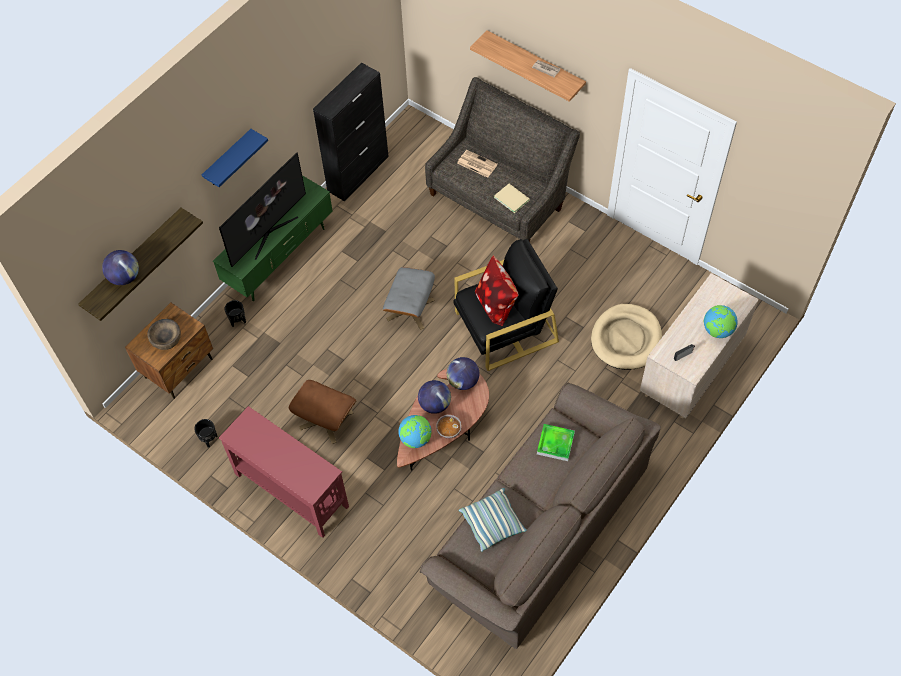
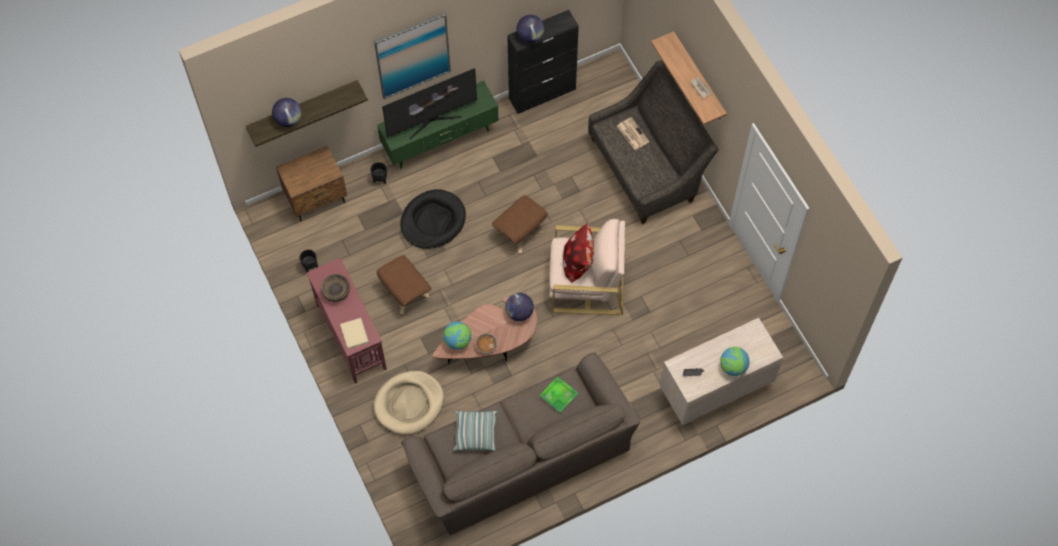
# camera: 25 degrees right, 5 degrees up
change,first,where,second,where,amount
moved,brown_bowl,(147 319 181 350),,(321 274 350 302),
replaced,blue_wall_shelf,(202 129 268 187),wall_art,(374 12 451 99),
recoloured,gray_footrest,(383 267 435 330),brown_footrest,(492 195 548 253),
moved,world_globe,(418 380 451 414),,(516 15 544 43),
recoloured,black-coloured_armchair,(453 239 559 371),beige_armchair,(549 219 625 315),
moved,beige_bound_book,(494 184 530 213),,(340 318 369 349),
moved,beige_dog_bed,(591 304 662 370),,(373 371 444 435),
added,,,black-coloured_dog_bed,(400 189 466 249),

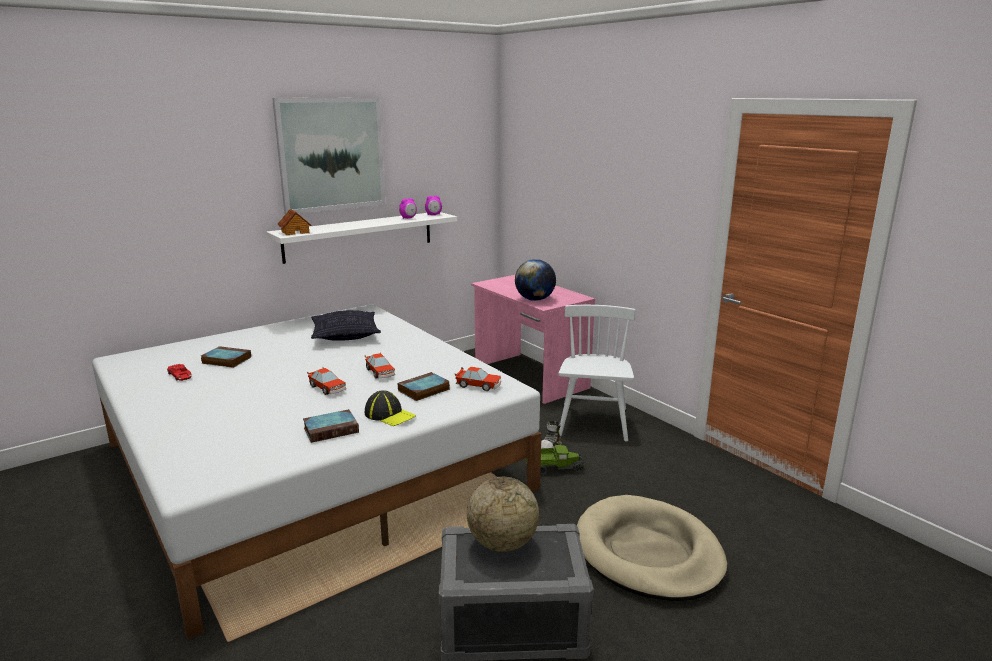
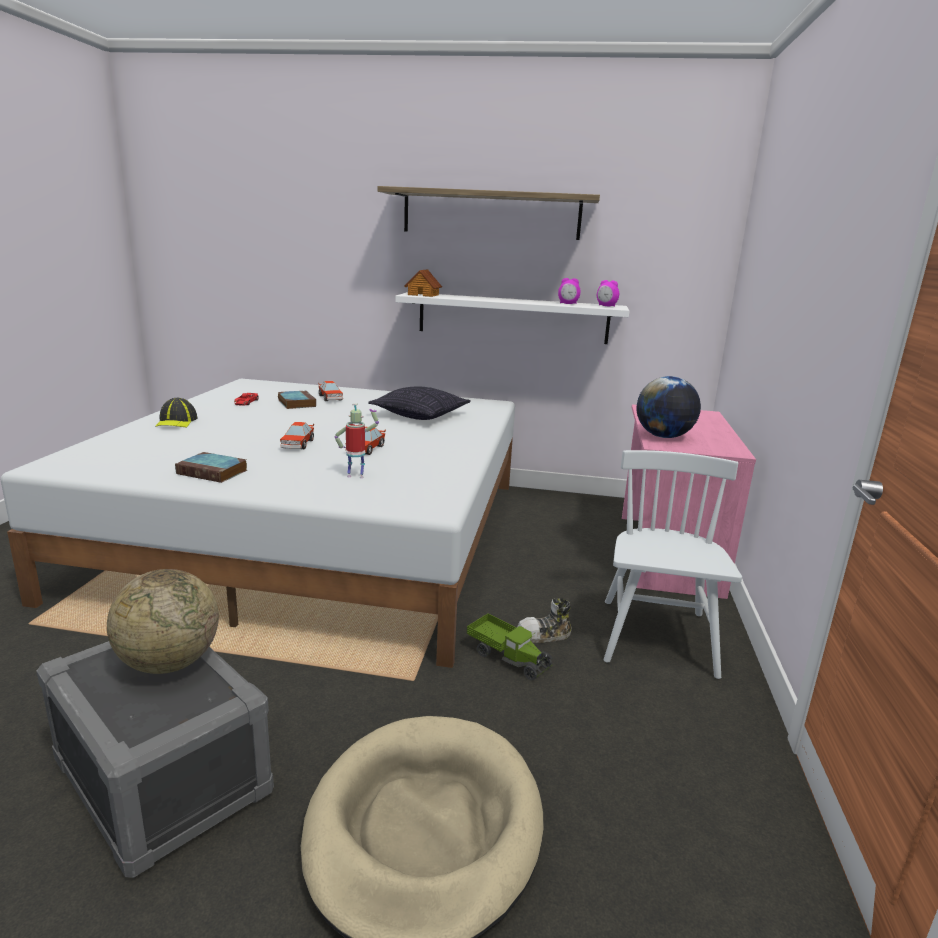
# camera: 45 degrees right, 0 degrees up
change,first,where,second,where,amount
replaced,wall_art,(272 97 385 214),wall_shelf,(378 186 600 240),
moved,cap,(365 390 416 426),,(155 398 197 428),
replaced,bound_book,(398 372 450 401),robot_figure,(335 403 379 478),
moved,toy_car,(455 367 501 391),,(318 381 343 401),
turned,white_upright_chair,(559 305 636 442),,(604 450 742 679),45 degrees counterclockwise

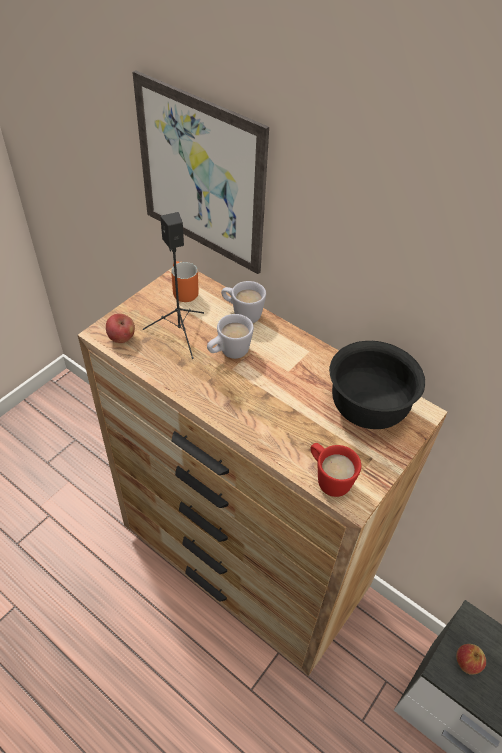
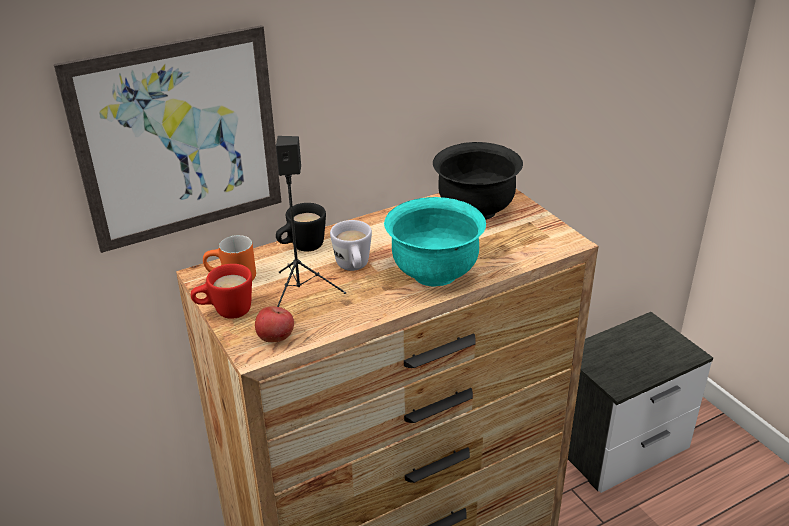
# camera: 65 degrees left, 15 degrees down
change,first,where,second,where,amount
recoloured,white_mug,(221 281 266 323),black-coloured_mug,(276 203 326 251),
moved,red-coloured_mug,(311 443 361 497),,(191 264 252 319),
removed,apple,(456 644 486 675),,,
added,,,blue-green_bowl,(384 197 486 287),

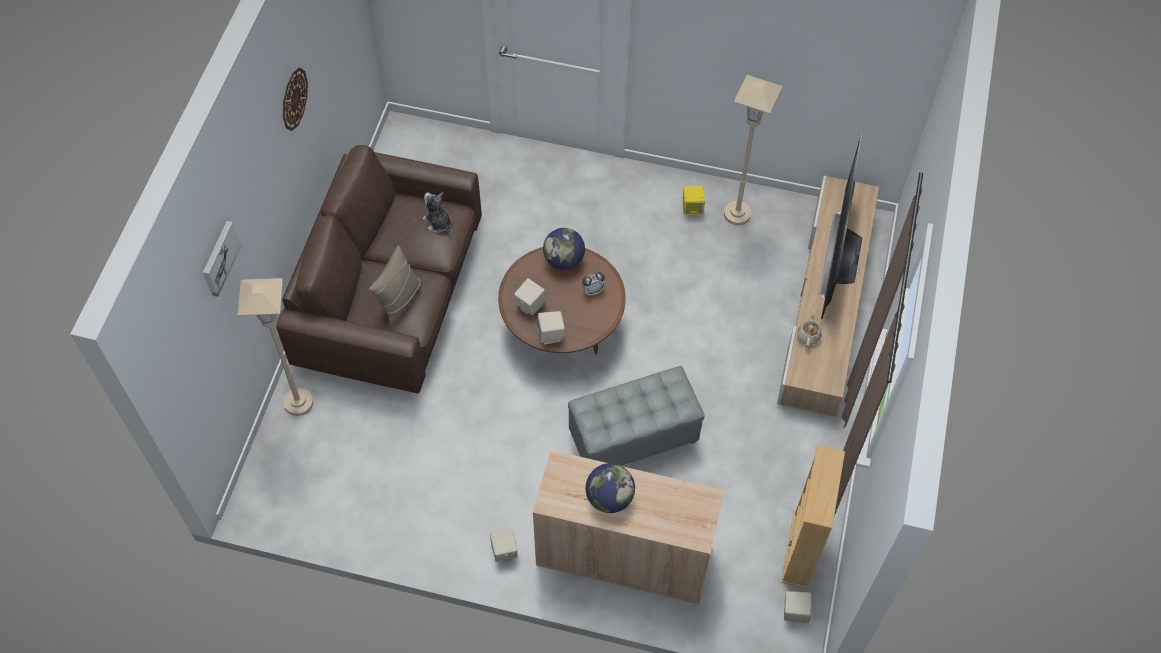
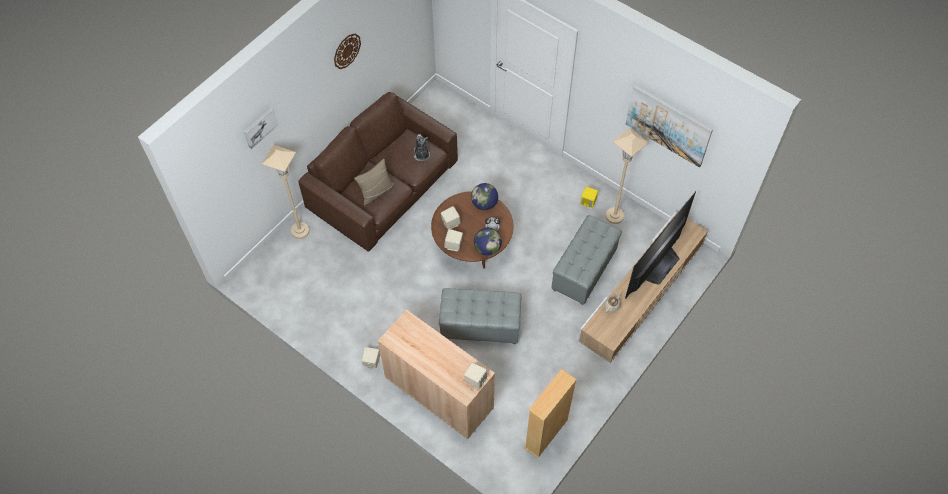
# camera: 25 degrees right, 0 degrees up
change,first,where,second,where,amount
moved,world_globe,(586 463 635 513),,(474 228 502 256),
moved,beige_audio_speaker,(784 591 812 624),,(464 363 488 389),
added,,,gray_footrest,(551 215 622 305),
added,,,wall_art,(626 85 713 167),

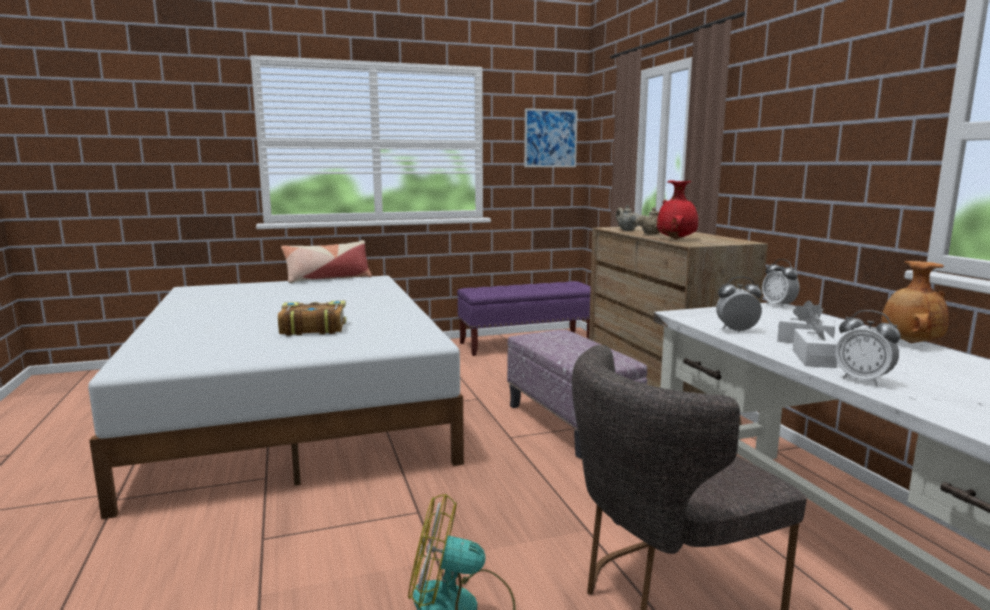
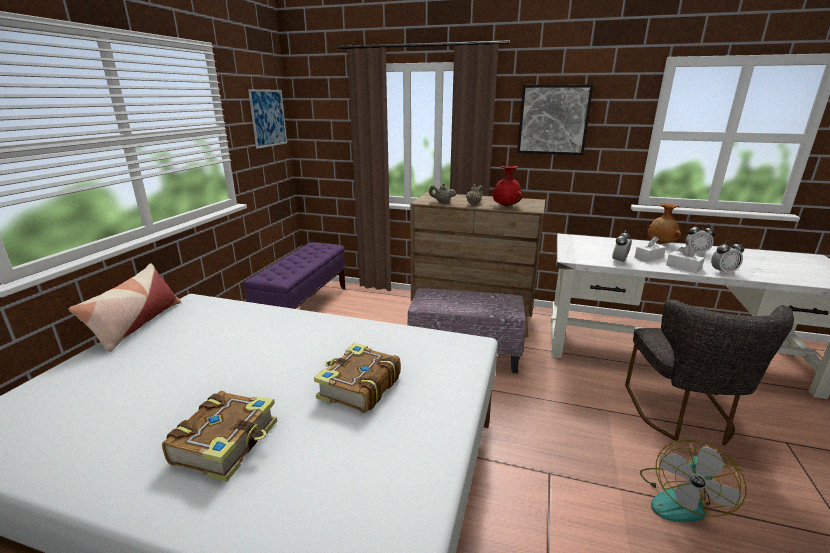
# camera: 55 degrees left, 10 degrees up
change,first,where,second,where,amount
moved,table_clock,(762 259 800 308),,(685 223 715 255),
added,,,bound_book,(162 391 277 482),
added,,,wall_art,(517 84 593 155),

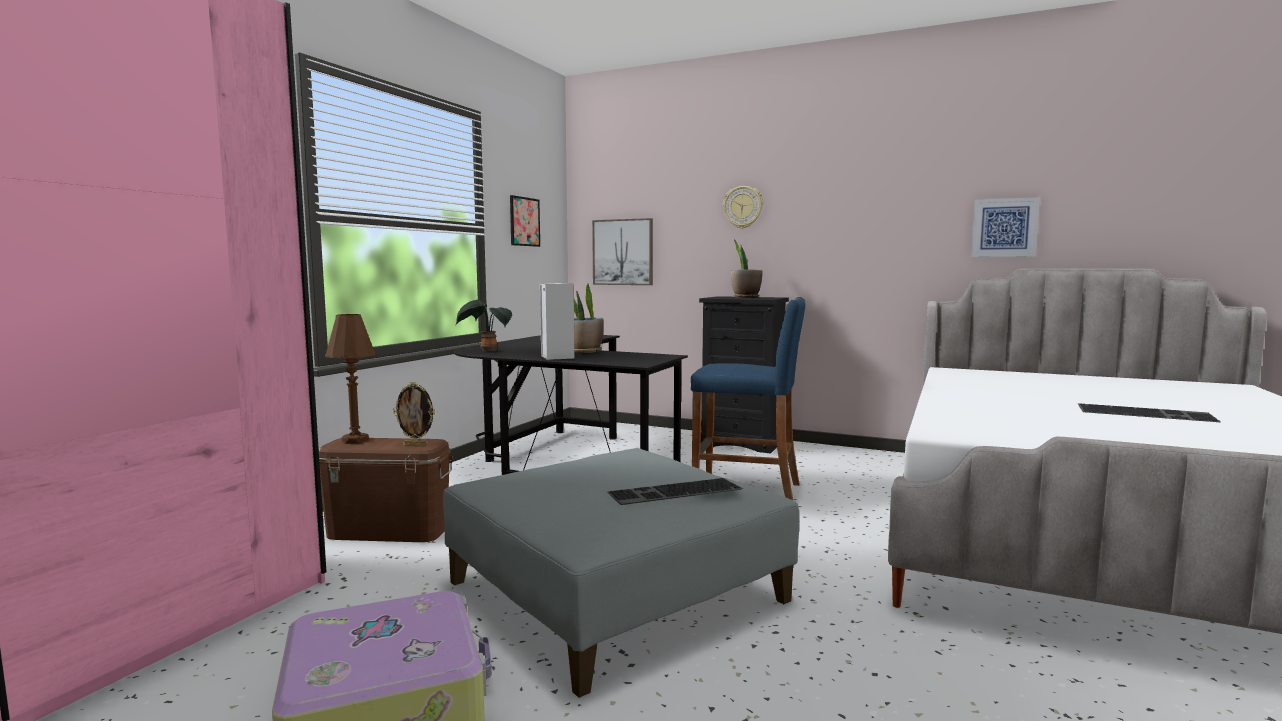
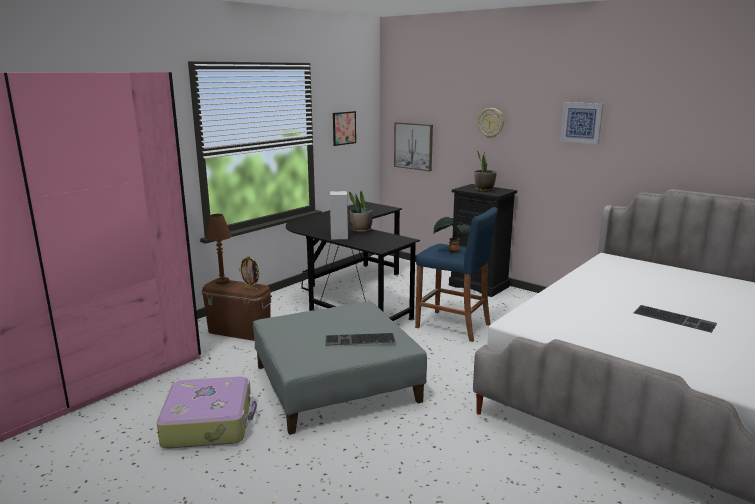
# camera: 15 degrees right, 10 degrees up
change,first,where,second,where,amount
moved,plant_in_a_pot,(456 300 512 351),,(433 217 470 253),
moved,wall_art,(971 197 1040 257),,(560 102 603 144),

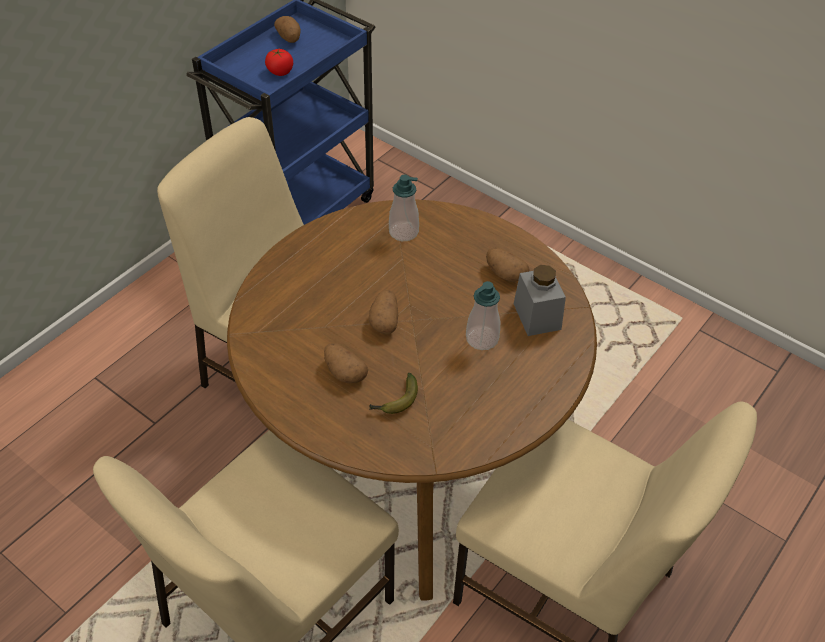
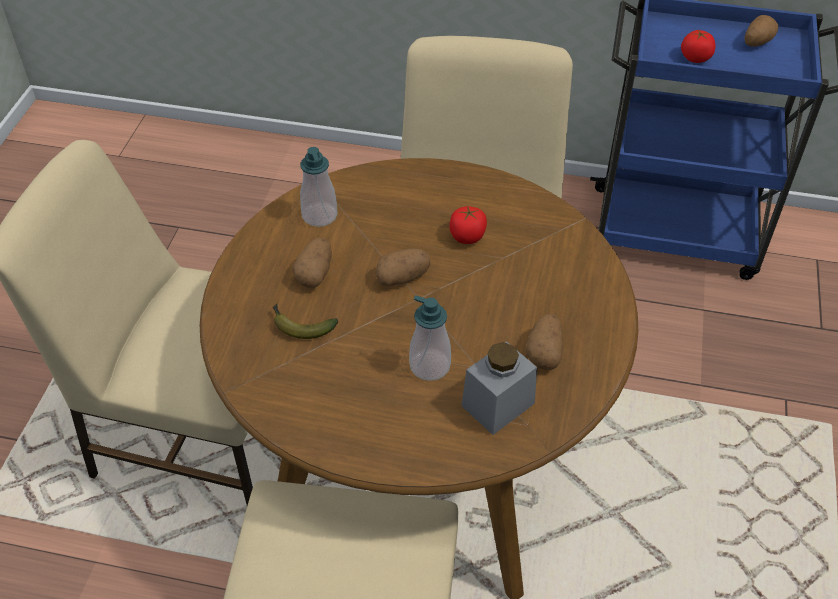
# camera: 65 degrees right, 0 degrees up
change,first,where,second,where,amount
moved,soap_dispenser,(389 175 419 241),,(300 147 338 227),
added,,,whole_tomato,(450 206 487 244),

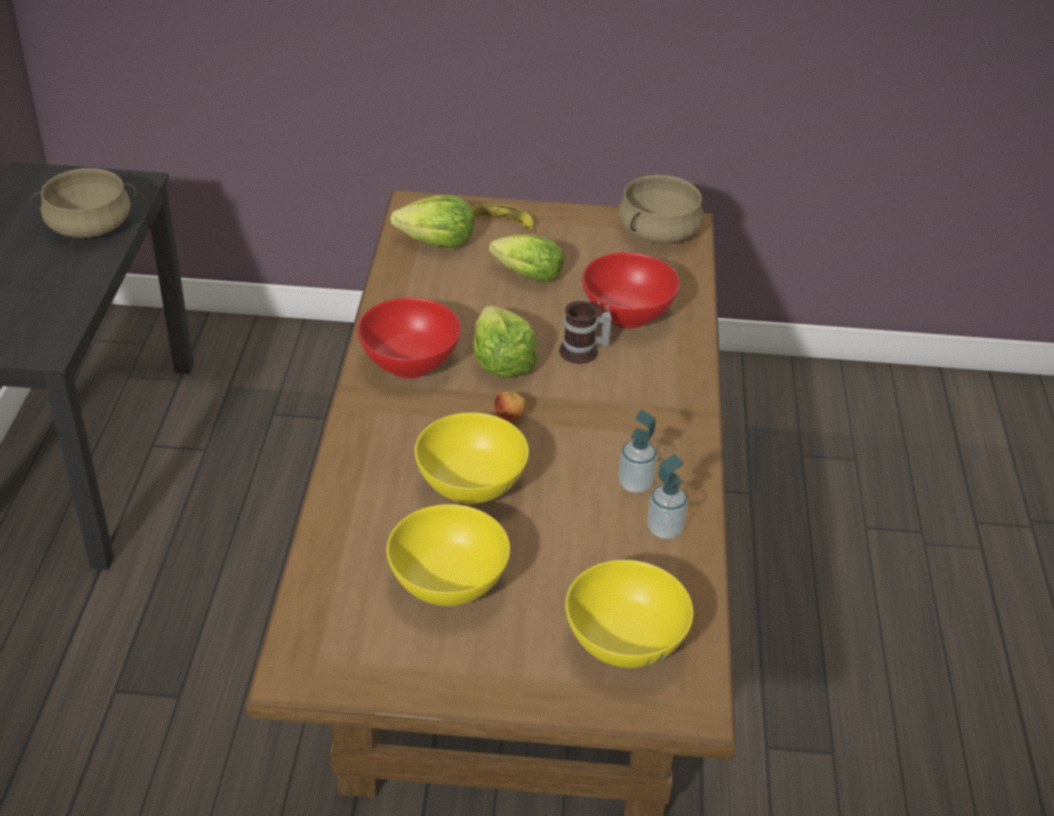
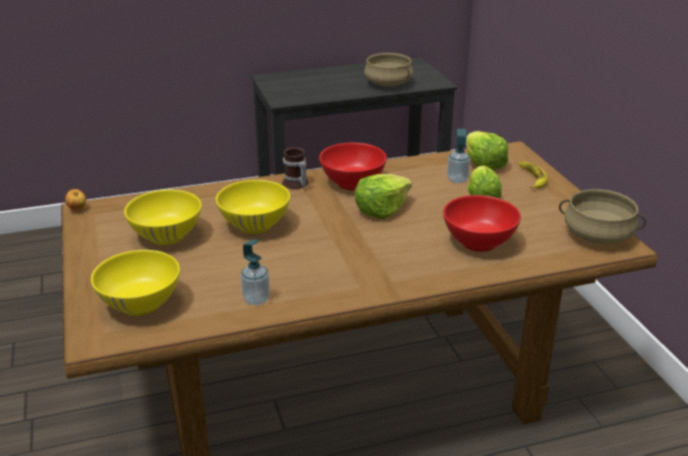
# camera: 70 degrees right, 10 degrees down
change,first,where,second,where,amount
moved,apple,(495 391 526 422),,(65 189 86 210),
moved,mug,(559 301 612 364),,(282 147 308 189),
moved,soap_dispenser,(618 410 657 493),,(447 129 470 183),

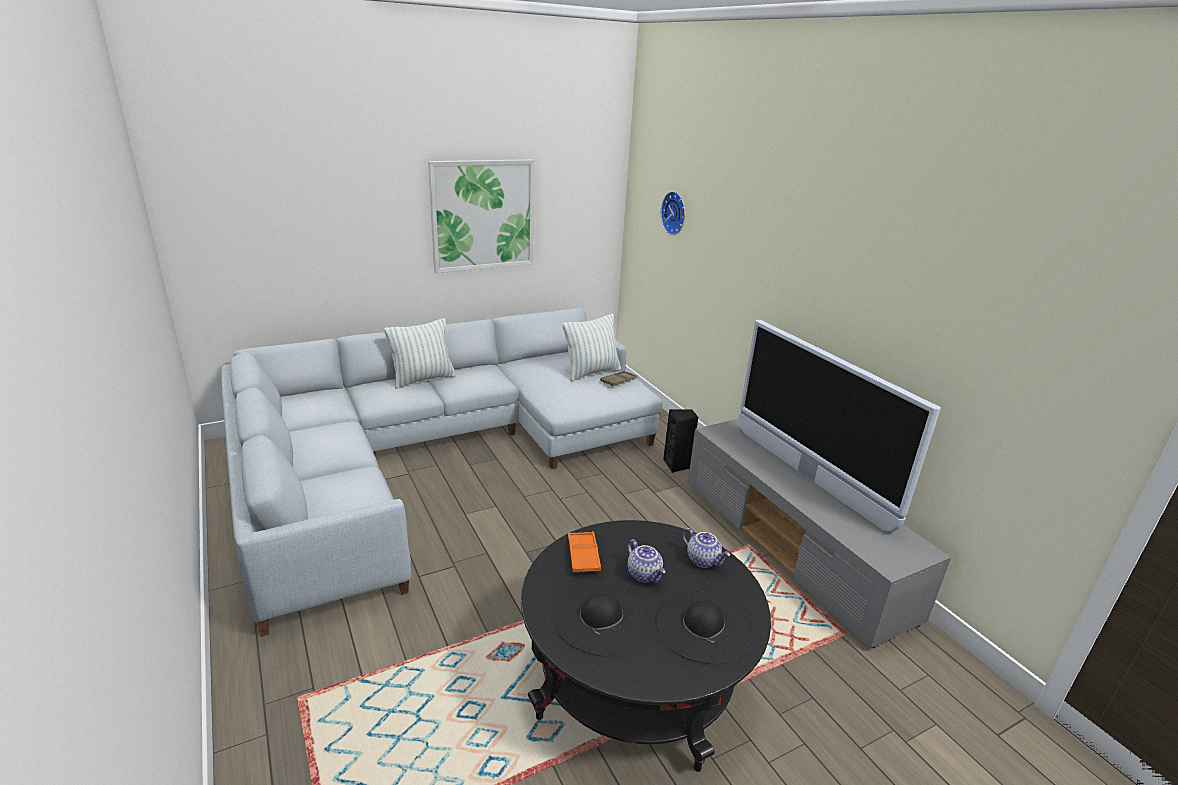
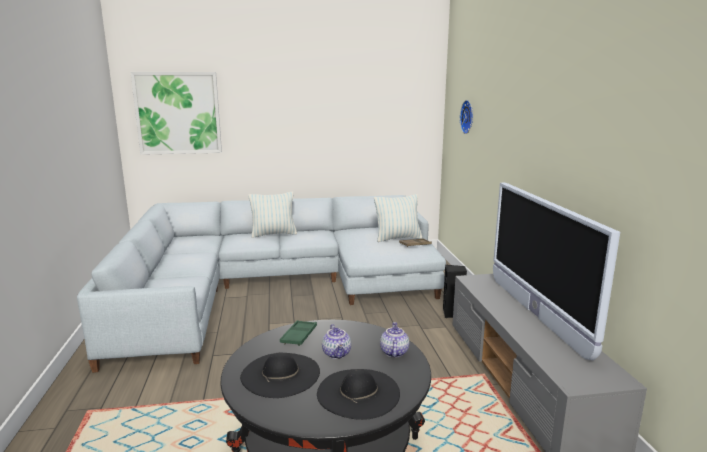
# camera: 20 degrees right, 10 degrees down
change,first,where,second,where,amount
moved,wall_art,(428 159 535 273),,(130 72 222 155),
recoloured,orangey_tray,(568 531 601 573),green-coloured_tray,(280 320 317 346),
turned,tea_pot,(682 528 730 568),,(380 322 409 357),150 degrees counterclockwise

